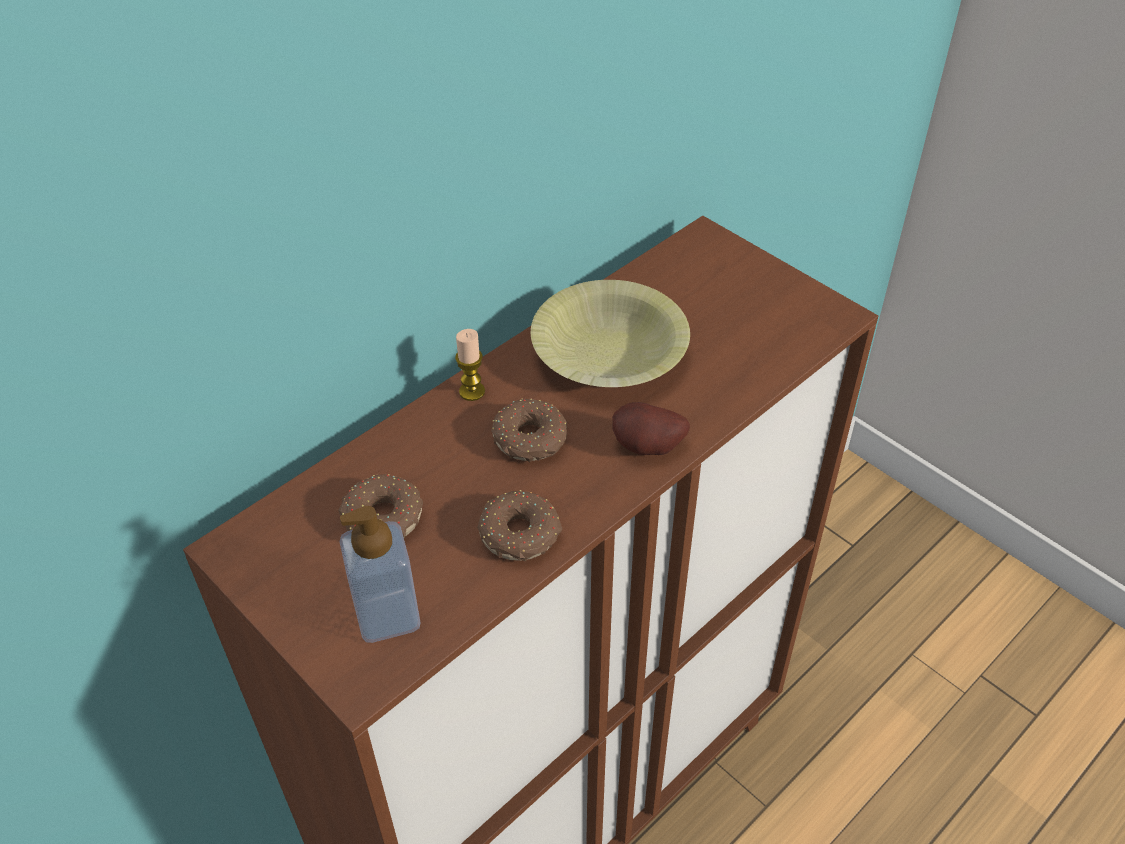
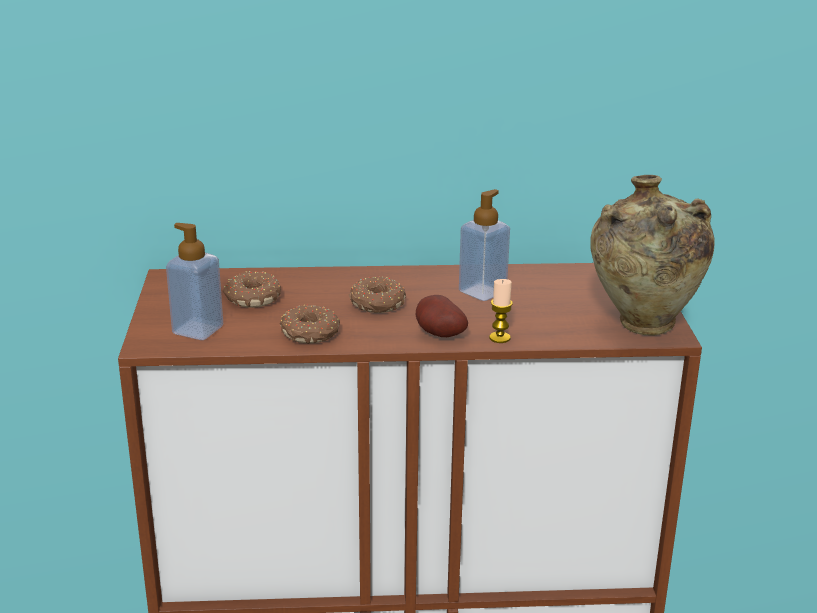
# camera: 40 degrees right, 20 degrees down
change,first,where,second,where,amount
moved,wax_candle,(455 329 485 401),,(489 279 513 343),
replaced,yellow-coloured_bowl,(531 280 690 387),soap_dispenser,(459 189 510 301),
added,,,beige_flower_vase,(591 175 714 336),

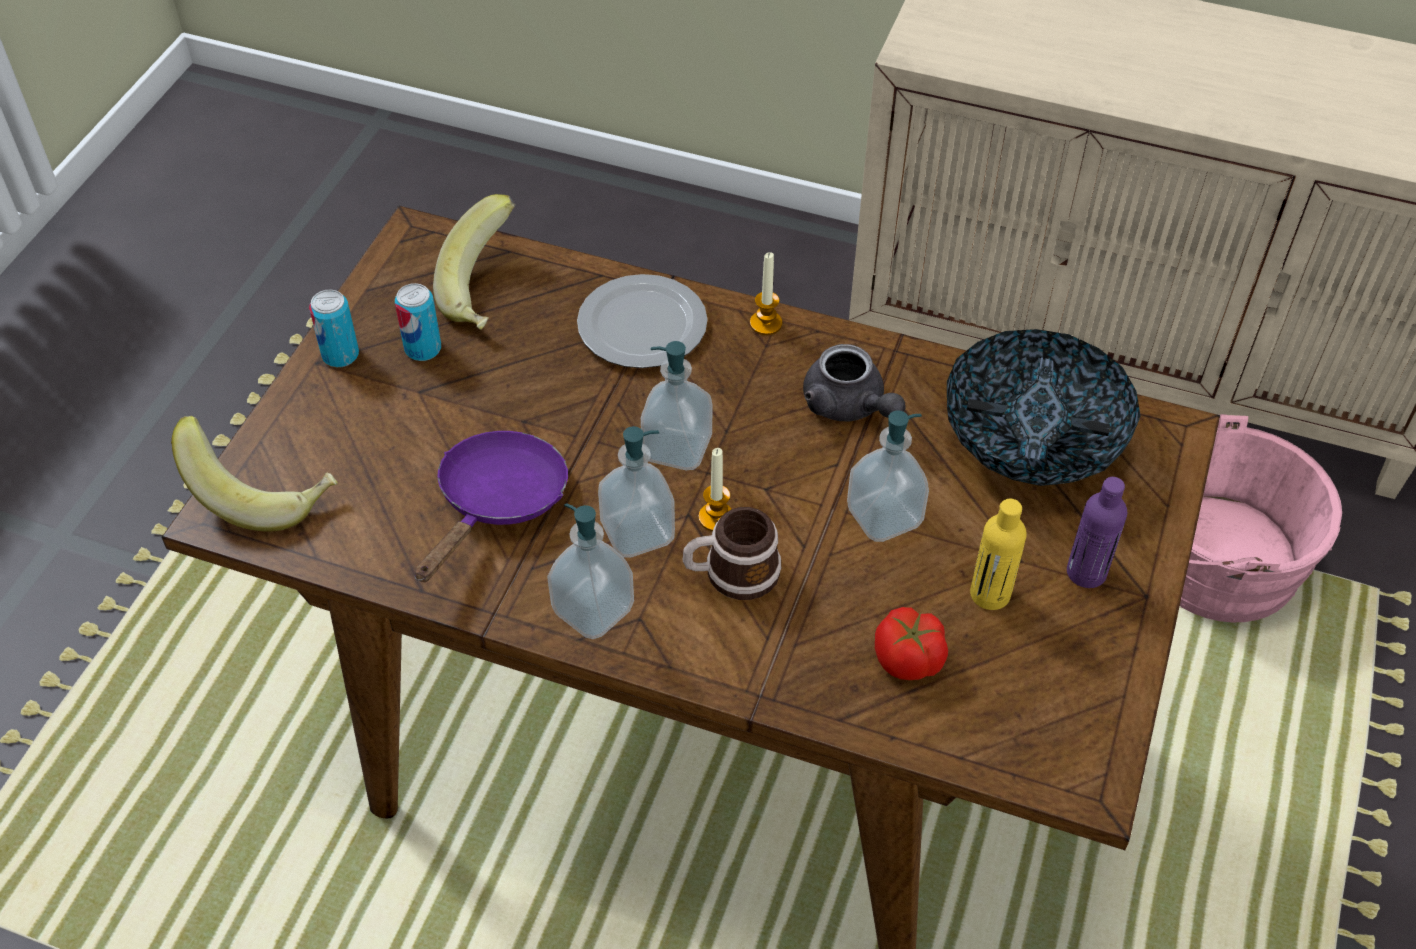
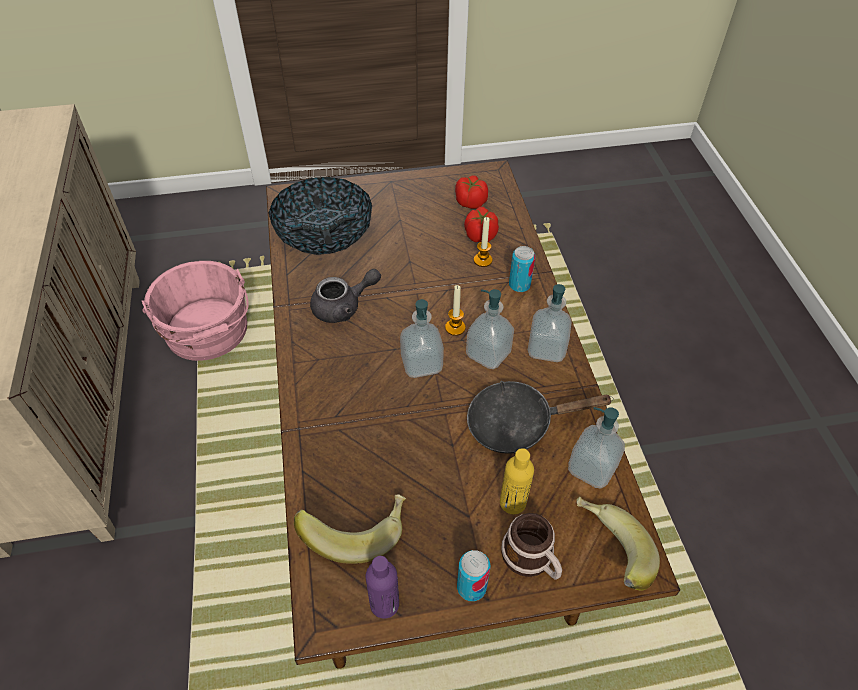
# camera: 120 degrees left, 0 degrees up
change,first,where,second,where,amount
moved,metal_can,(395 283 441 361),,(509 246 535 292),
recoloured,purple_skillet,(415 431 568 582),black-coloured_skillet,(467 381 614 454),
removed,dinner_plate,(577 274 707 368),,,
moved,mug,(683 507 781 600),,(501 513 562 580),
moved,wax_candle,(750 252 782 335),,(474 217 493 267),
turned,gray_tea_pot,(803 344 906 421),,(310 269 381 323),45 degrees clockwise
moved,soap_dispenser,(847 410 929 542),,(568 407 625 489),
moved,yellow-coloured_drink_bottle,(970 499 1026 610),,(500 448 534 514),
moved,purple_drink_bottle,(1067 477 1127 588),,(366 556 399 619),
added,,,whole_tomato,(455 176 488 209),

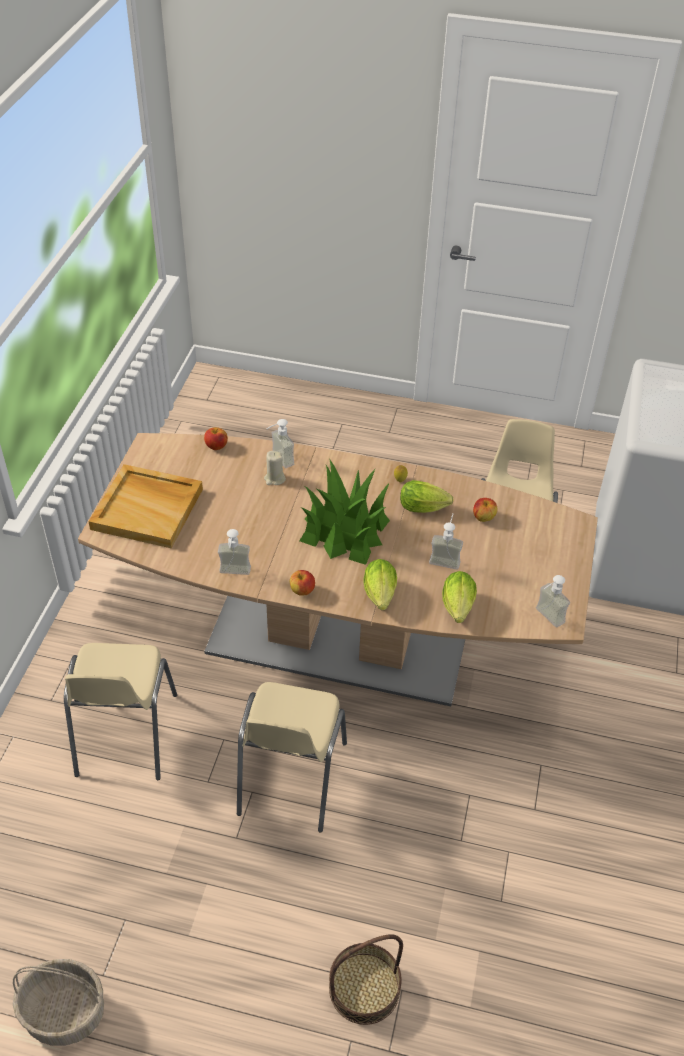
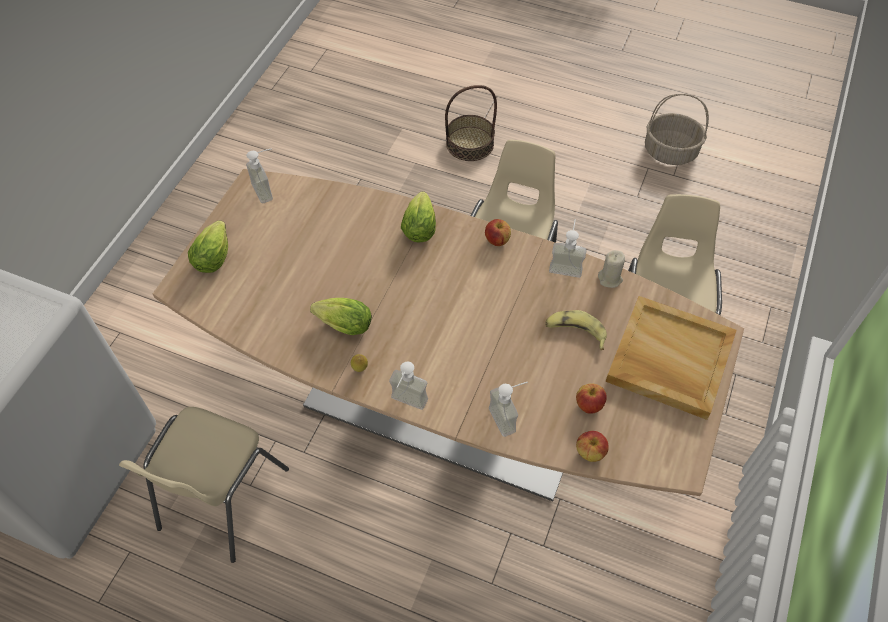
# camera: 170 degrees left, 10 degrees up
change,first,where,second,where,amount
moved,beige_wax_candle,(264 451 286 485),,(598 250 625 288),
removed,plant_in_a_pot,(299 460 390 565),,,
moved,soap_dispenser,(429 514 463 570),,(389 361 428 410),
moved,lettuce_head,(442 571 477 623),,(188 220 228 273),
moved,apple,(473 498 498 522),,(576 383 607 414),
added,,,banana,(545 310 607 350),

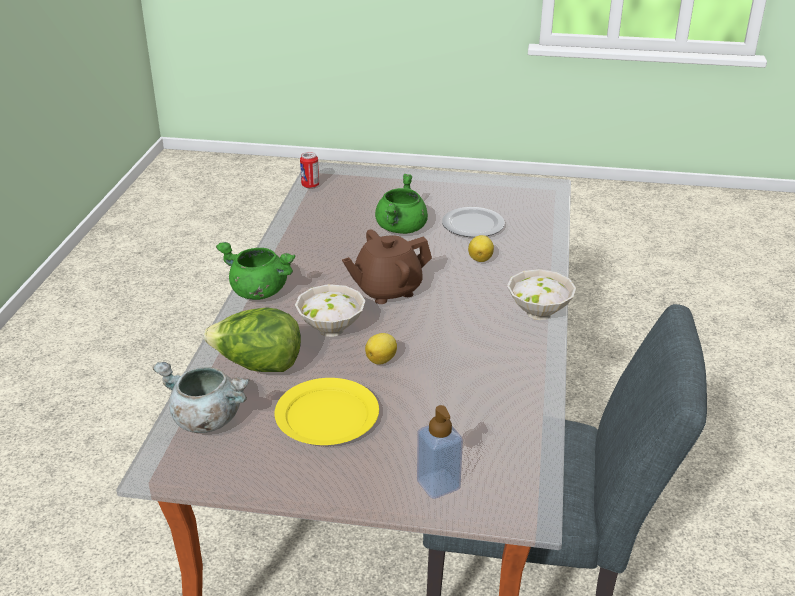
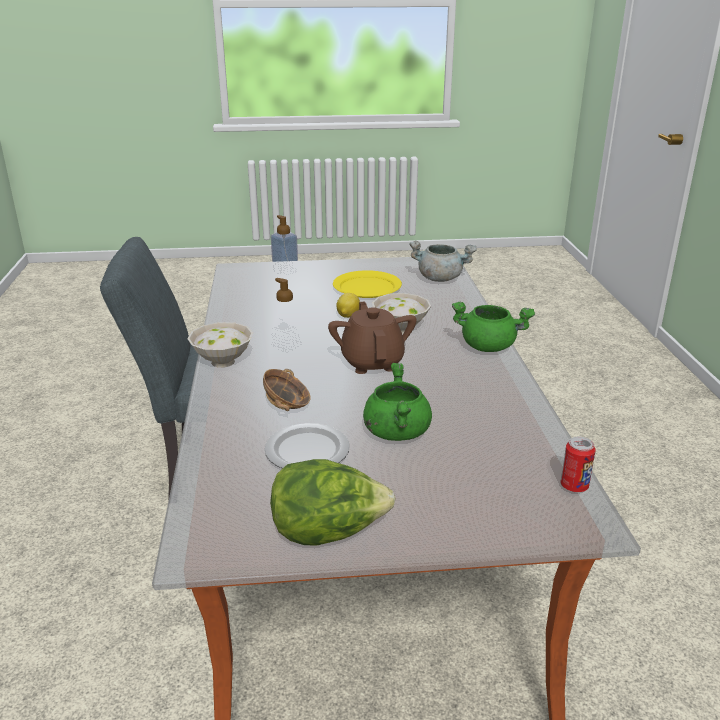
# camera: 165 degrees right, 5 degrees down
change,first,where,second,where,amount
moved,lettuce_head,(204 307 301 372),,(270 459 396 545),
turned,brown_tea_pot,(342 230 432 304),,(328 301 417 374),60 degrees counterclockwise
replaced,lemon,(468 235 494 262),bowl,(263 369 311 411),
added,,,soap_dispenser,(268 278 303 352),

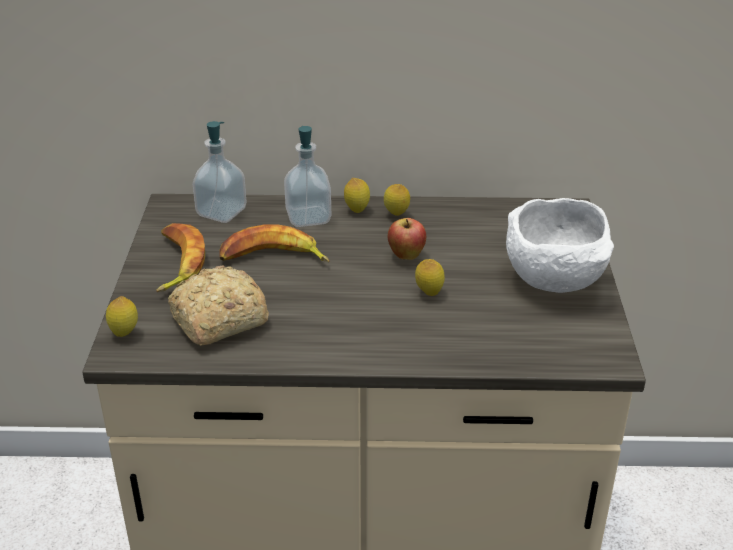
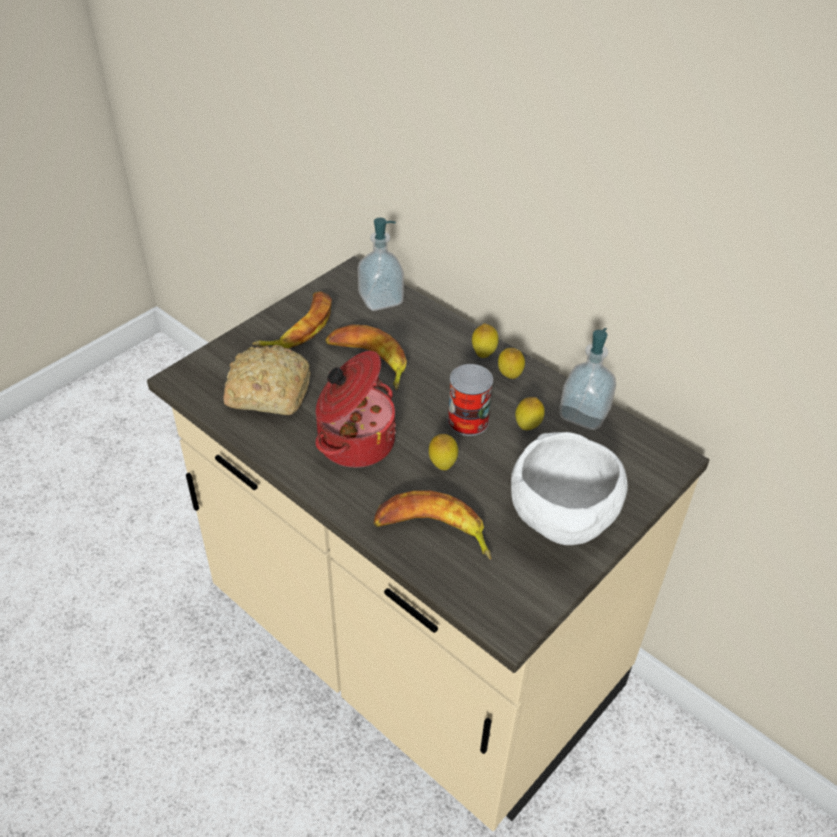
# camera: 40 degrees right, 10 degrees up
change,first,where,second,where,amount
moved,lemon,(106 296 138 337),,(515 397 545 430),
moved,soap_dispenser,(284 126 331 227),,(559 328 616 430),
replaced,apple,(388 218 426 260),metal_can,(447 364 493 436),
added,,,saucepot,(315 351 396 468),
added,,,banana,(373 491 491 560),

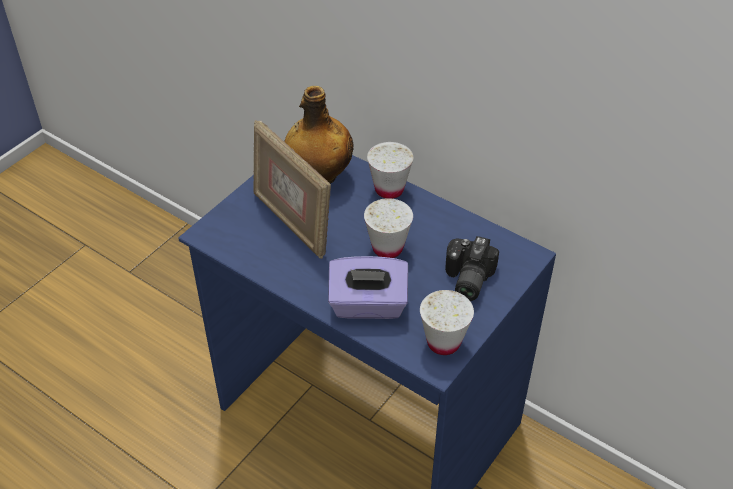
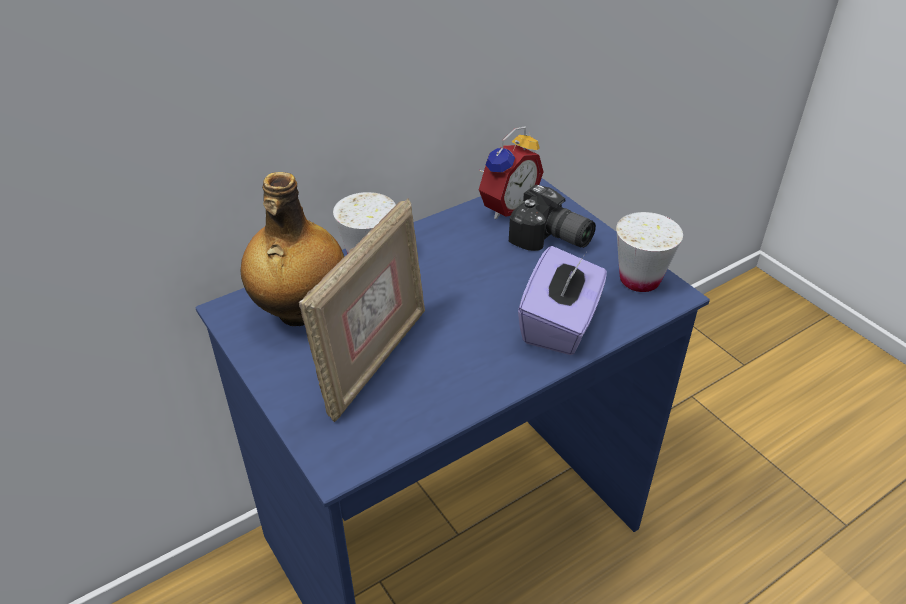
# camera: 70 degrees left, 5 degrees down
change,first,where,second,where,amount
turned,picture_frame,(253 120 331 259),,(299 198 425 422),45 degrees counterclockwise
removed,white_small_cup,(364 198 413 258),,,
added,,,table_clock,(479 126 543 219),

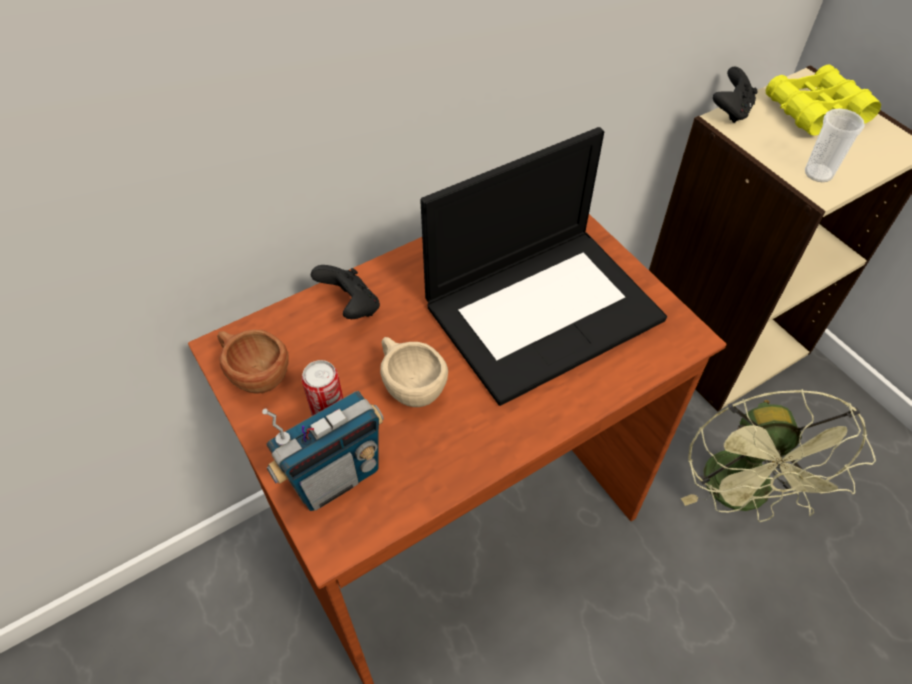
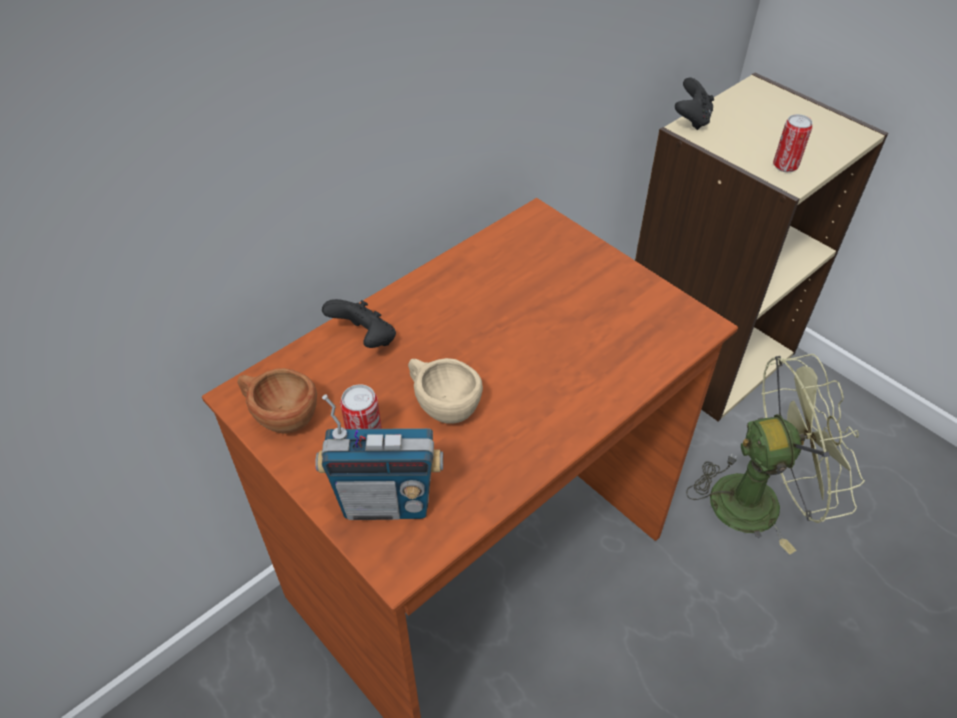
# camera: 10 degrees left, 5 degrees down
change,first,where,second,where,amount
turned,radio,(262 391 384 511),,(315 394 443 520),45 degrees clockwise
removed,laptop,(420 127 667 406),,,
turned,green-coloured_electric_fan,(681 389 876 522),,(686 354 865 555),90 degrees counterclockwise
removed,yellow-coloured_pair_of_binoculars,(766 64 881 136),,,
replaced,small_cup,(805 108 865 182),metal_can,(773 114 813 172),

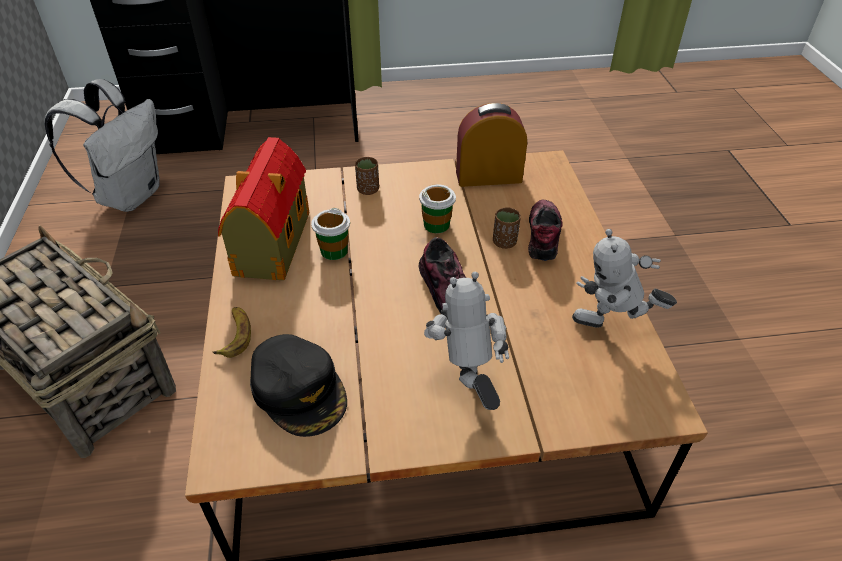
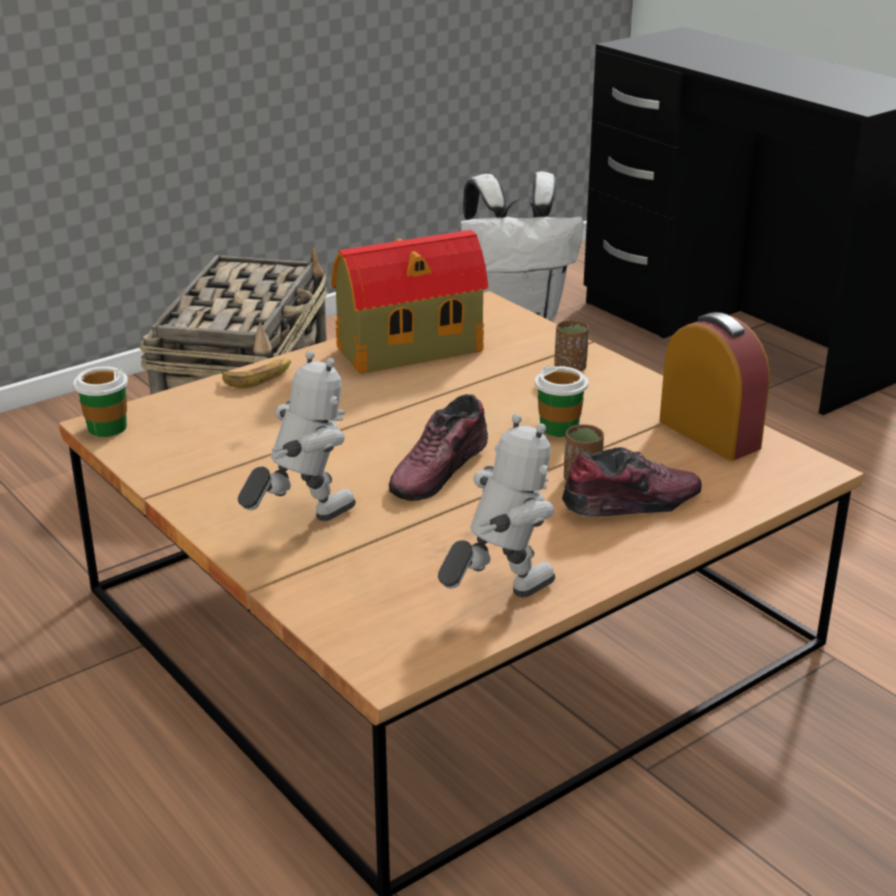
# camera: 60 degrees right, 15 degrees down
change,first,where,second,where,amount
removed,black-coloured_cap,(250 334 347 437),,,
moved,small_cup,(311 208 350 260),,(73 366 128 437),
turned,robot_figure,(572 229 677 328),,(438 414 555 597),75 degrees clockwise

